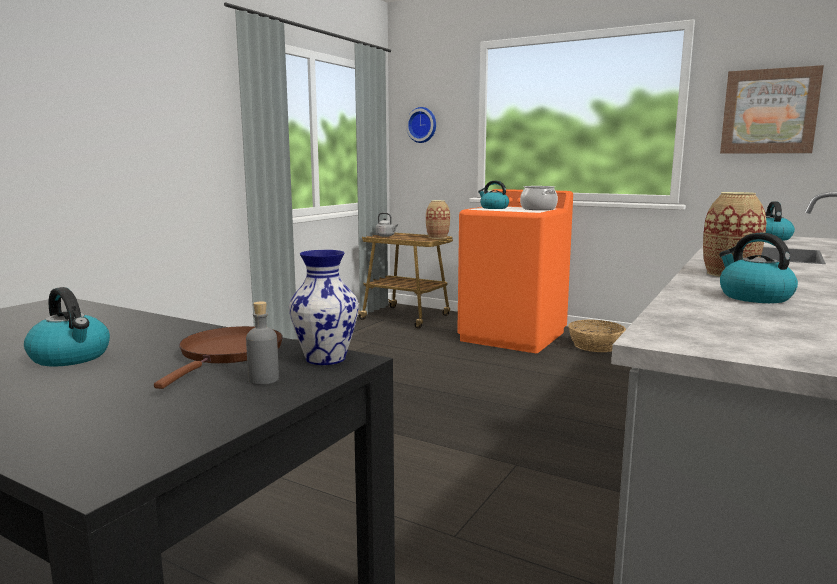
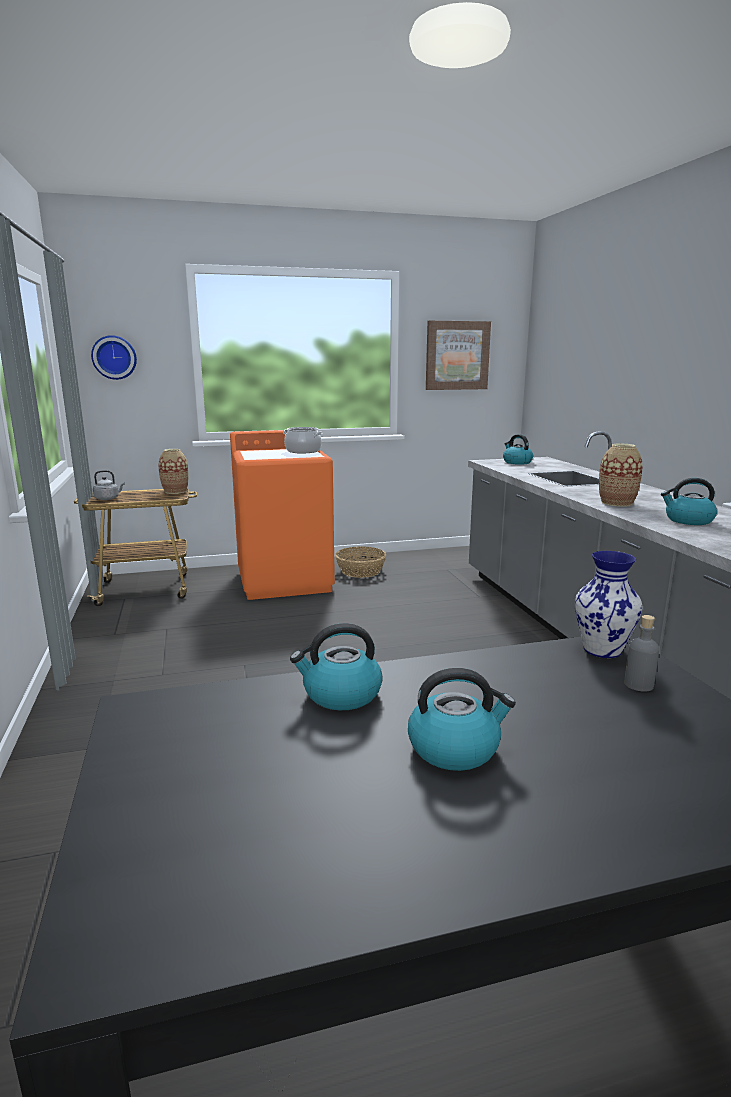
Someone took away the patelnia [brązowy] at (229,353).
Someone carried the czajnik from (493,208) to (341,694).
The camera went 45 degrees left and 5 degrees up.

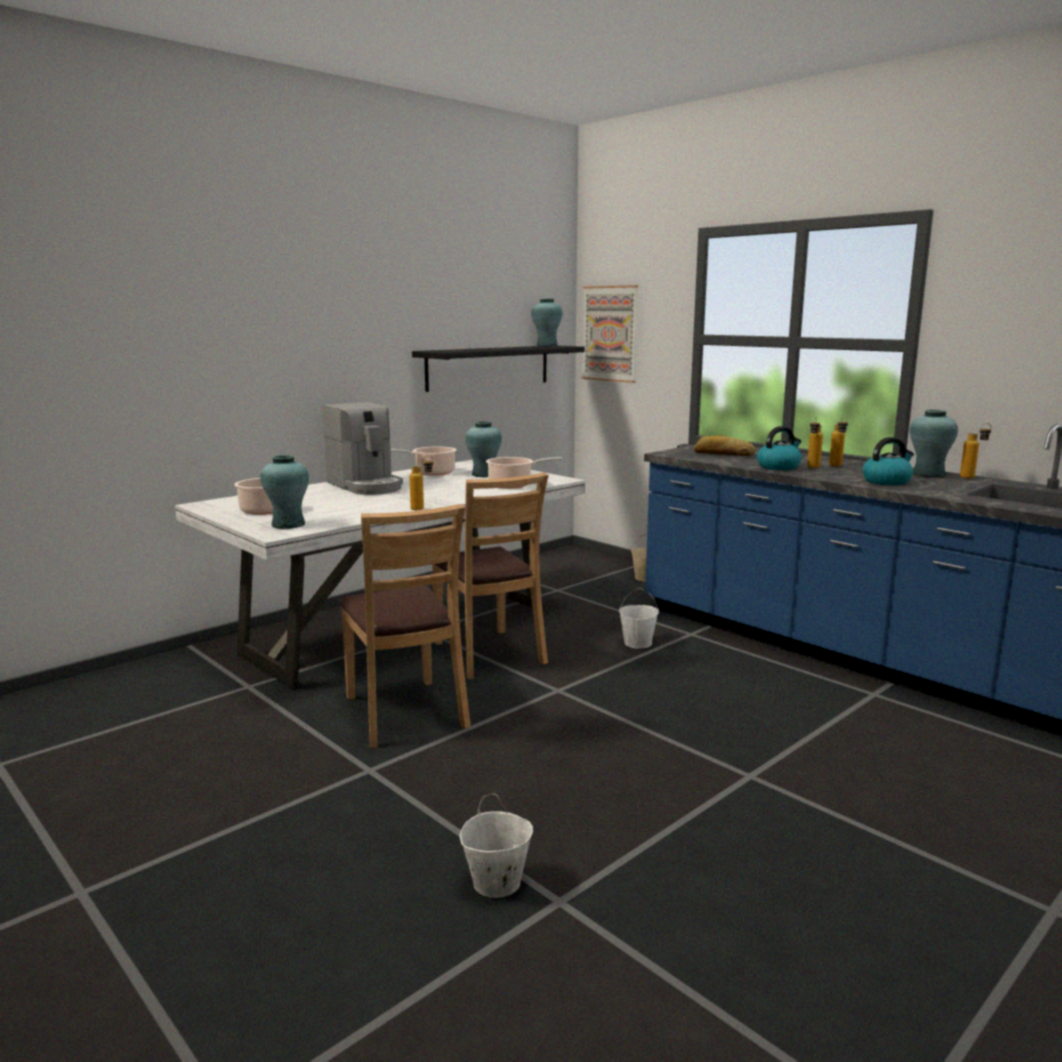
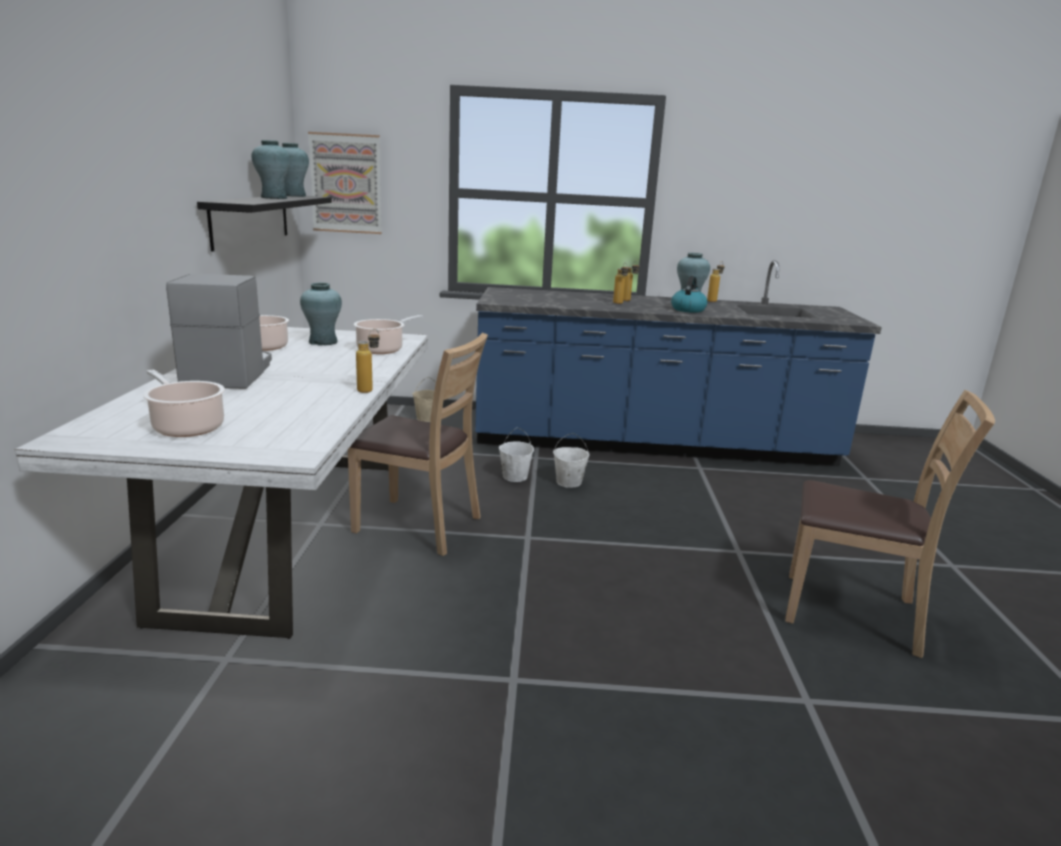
Someone took away the chleb at (723,454).
Someone took away the czajnik at (779,467).
Someone carried the wazon [turkusowy] from (288,524) to (274,198).
Someone carried the krzesło [brązowy] from (405,713) to (852,612).
Someone carried the wiadro [biały] from (496,883) to (568,482).
Someone rotated the ekspres do kawy at (366,486) by 105 degrees counterclockwise.
The camera went 45 degrees left and 5 degrees up.

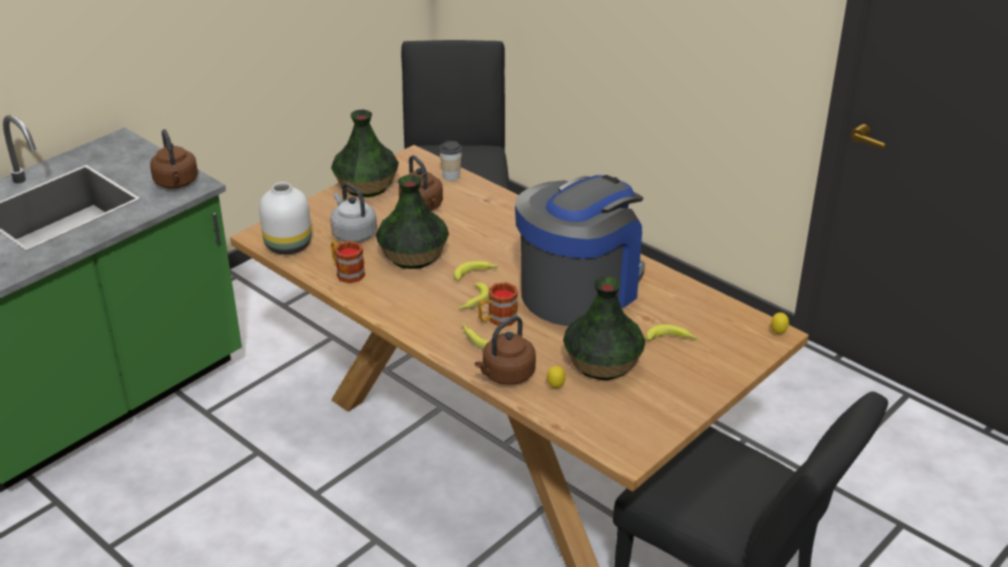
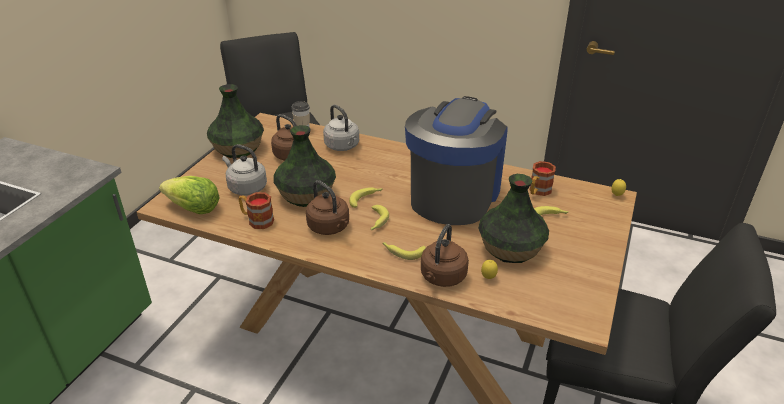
Someone put down the czajnik [szary] at (343,146).
Someone carried the czajnik [brązowy] from (176,183) to (330,227).
Someone carried the kubek from (497,320) to (538,191).
Someone swapped the wazon [biały] at (288,246) for the sałata at (194,209).
The camera went 20 degrees left and 0 degrees up.

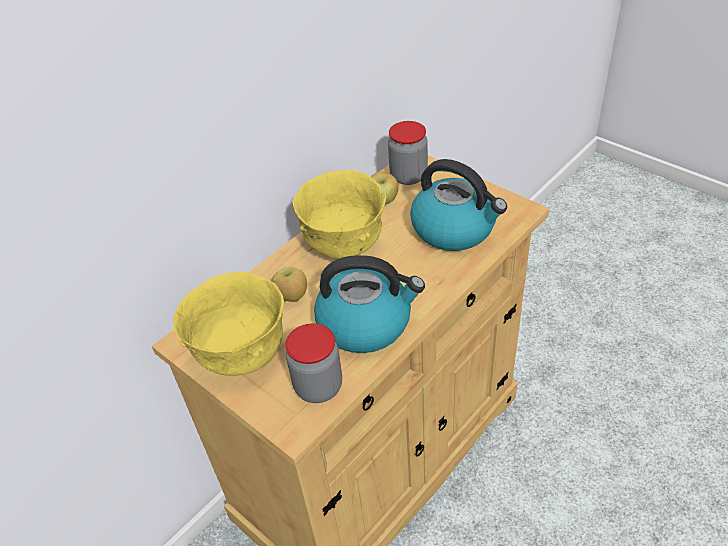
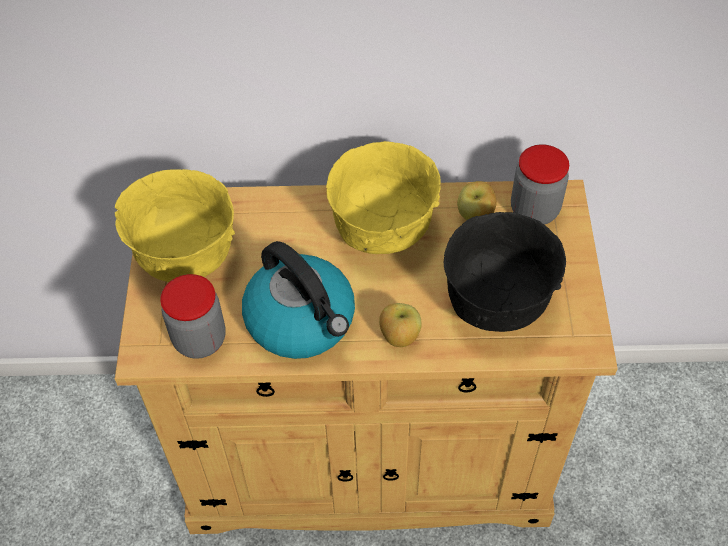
Someone carried the jabłko from (292,297) to (399,337).
Someone swapped the czajnik at (455,229) for the miska [czarny] at (496,304).
The camera went 45 degrees right and 10 degrees up.

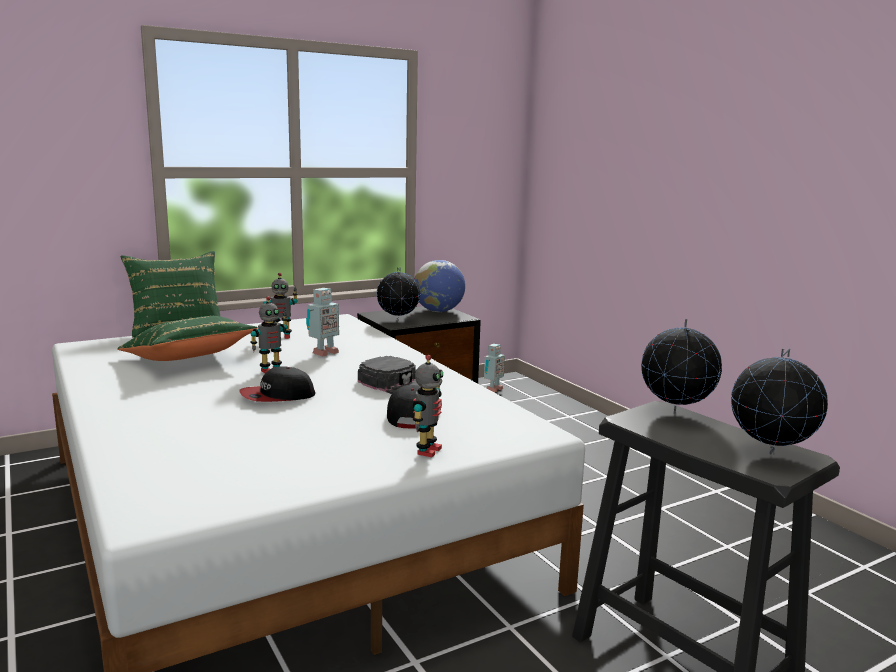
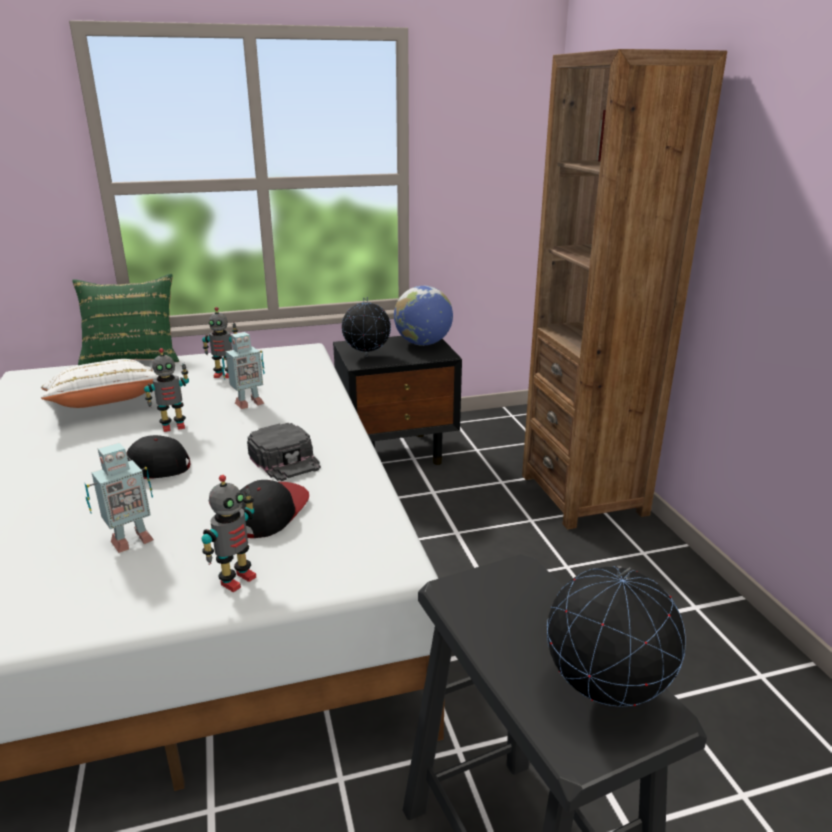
Someone took away the globus at (675,412).
Someone put down the regał [brązowy] at (583,494).
Someone carried the robot zabawkowy from (492,389) to (130,540).
Someone repainted the poduszka [zielony] at (189,359), which became the poduszka [biały] at (106,404).
The camera went 15 degrees right and 10 degrees up.

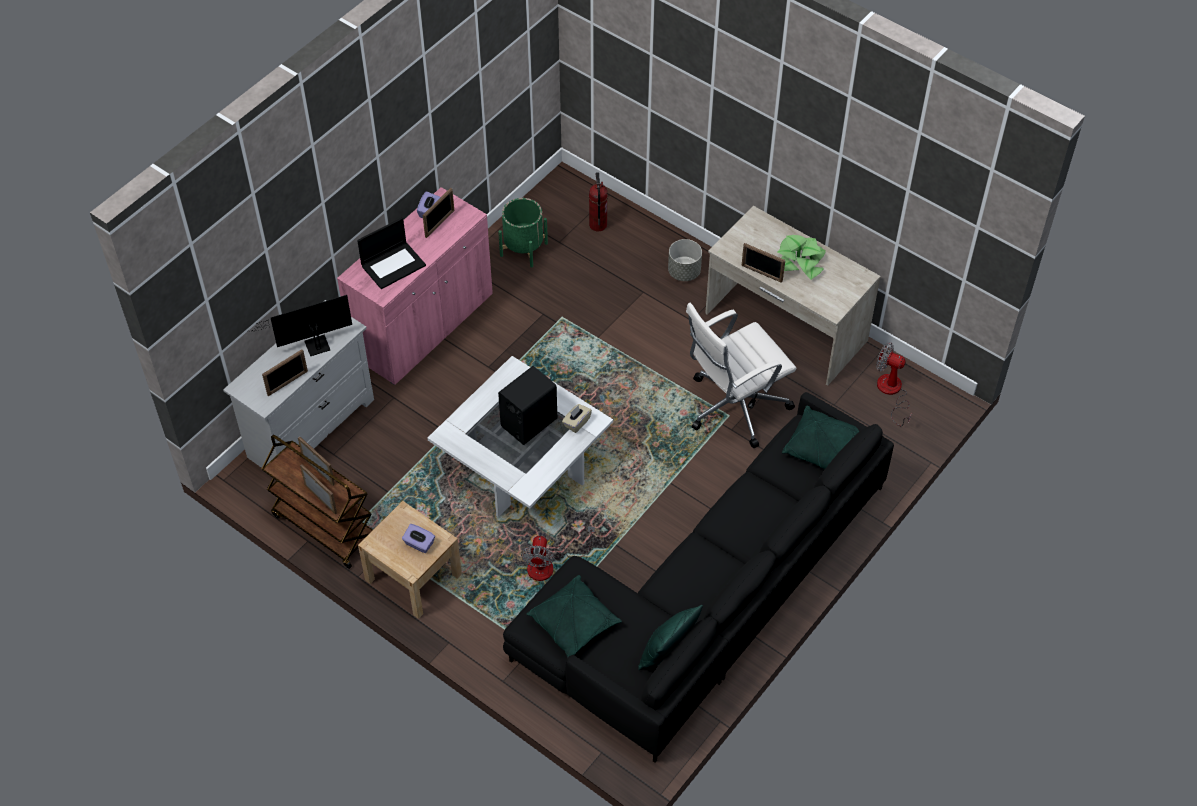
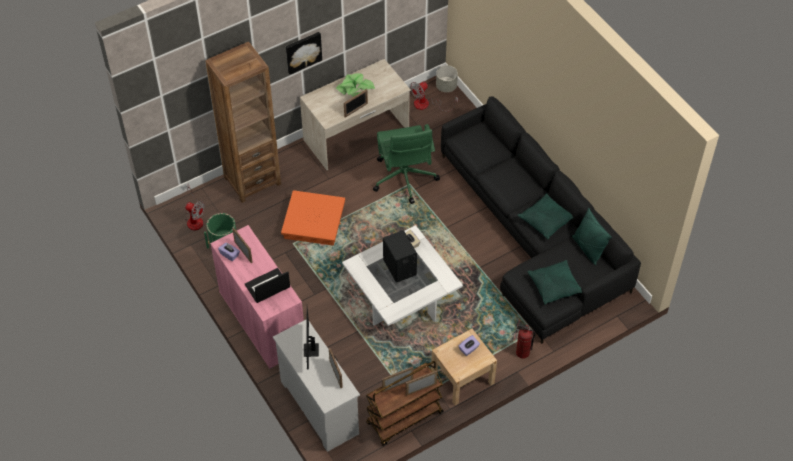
Someone put down the regał [brązowy] at (252,180).
Someone put down the pojemnik do przechowywania [pomarańczowy] at (314,221).
Someone put up the obraz at (303,52).
Someone carried the wentylator from (549,565) to (194,218).
Someone carried the gaśnica from (597,225) to (522,353).
Someone carried the donica [szary] from (684,272) to (446,86).
Someone carried the poduszka [zielony] from (822,447) to (546,220).
Someone repainted the krzesło biurowe [biały] at (734,407), which became the krzesło biurowe [zielony] at (404,179).
Someone rotated the laptop at (393,265) by 105 degrees counterclockwise.
The camera went 70 degrees left and 0 degrees up.

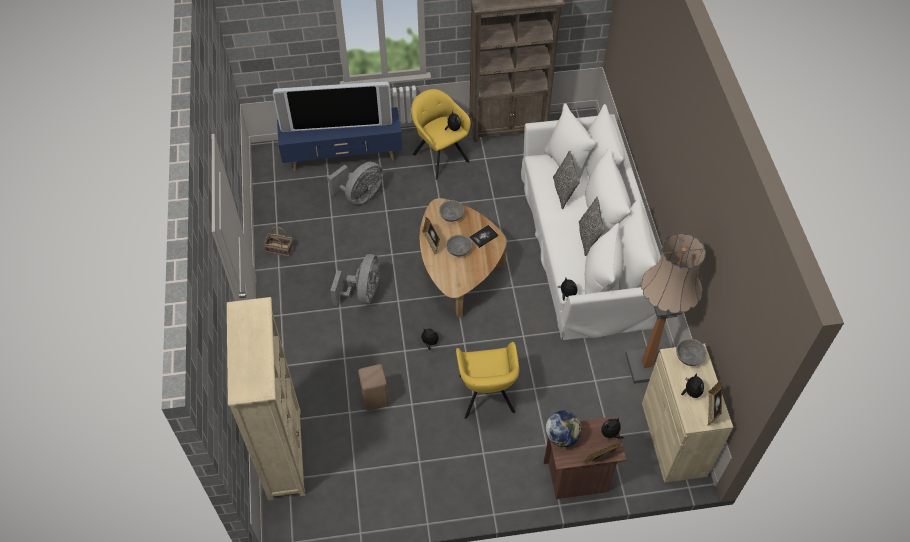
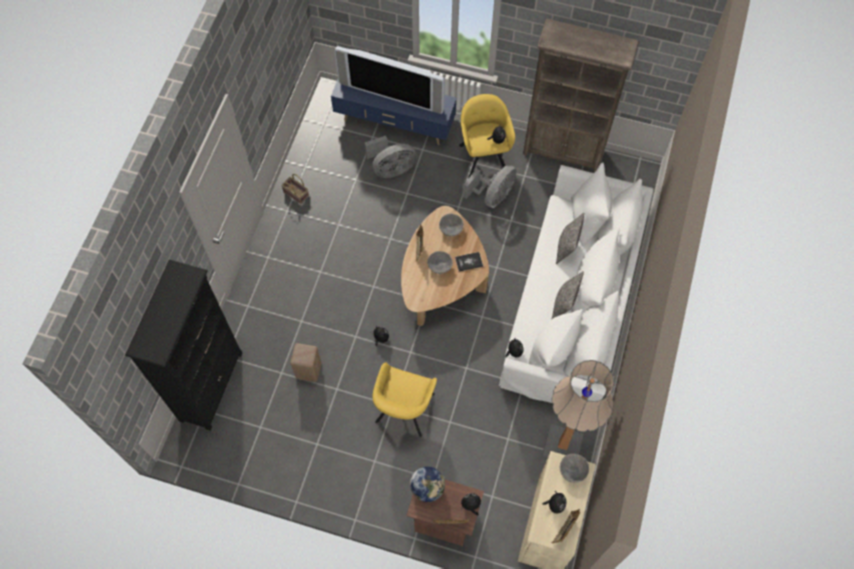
Someone carried the wentylator [szary] from (363,293) to (493,196).
Someone repainted the regał [beżowy] at (284,453), which became the regał [czarny] at (211,386).
The camera went 25 degrees right and 10 degrees up.

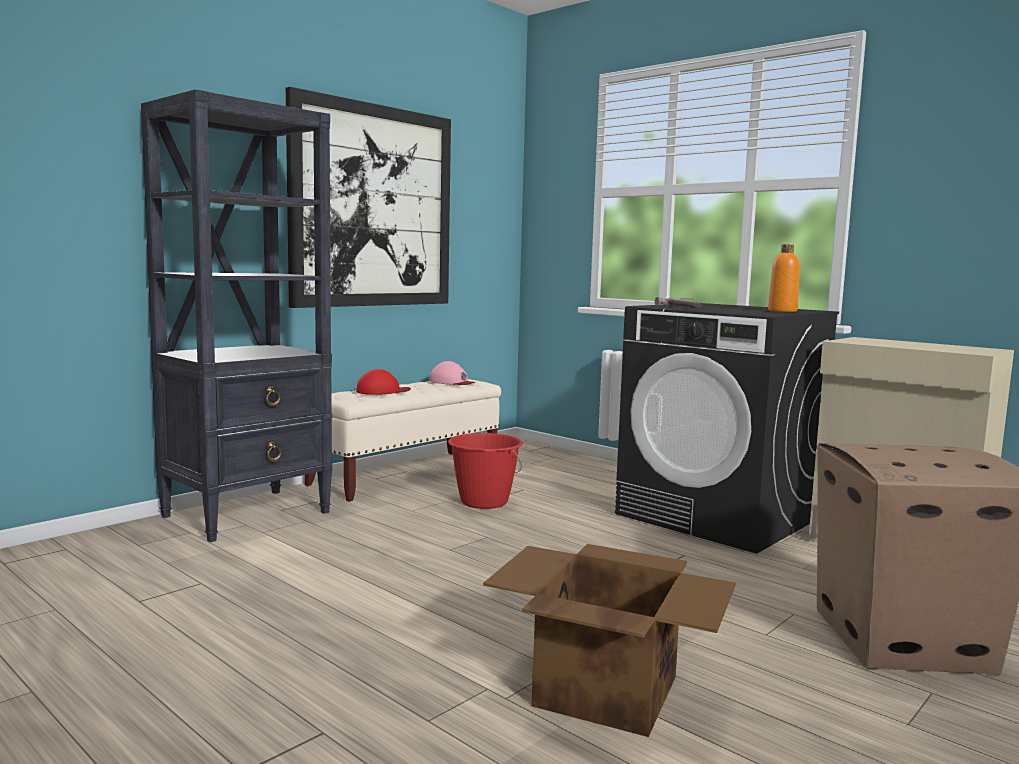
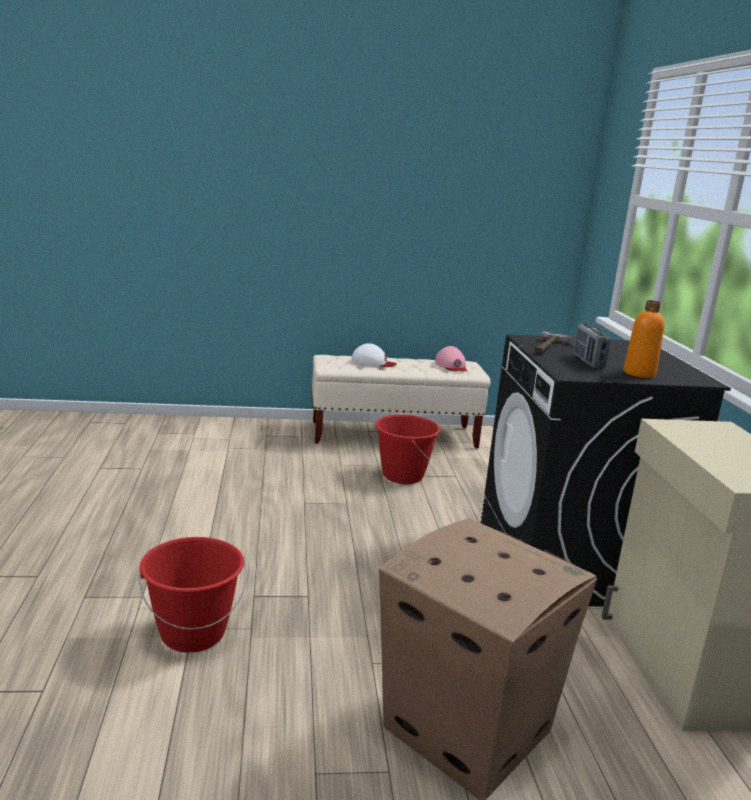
Someone took away the regał [czarny] at (248,514).
Someone took away the obraz at (373,207).
Someone put down the radio at (587,362).
Someone swapped the karton at (604,690) for the wiadro [czerwony] at (192,633).
Someone repainted the czapka z daszkiem [czerwony] at (382,391), which became the czapka z daszkiem [biały] at (373,362).
The camera went 40 degrees right and 10 degrees up.

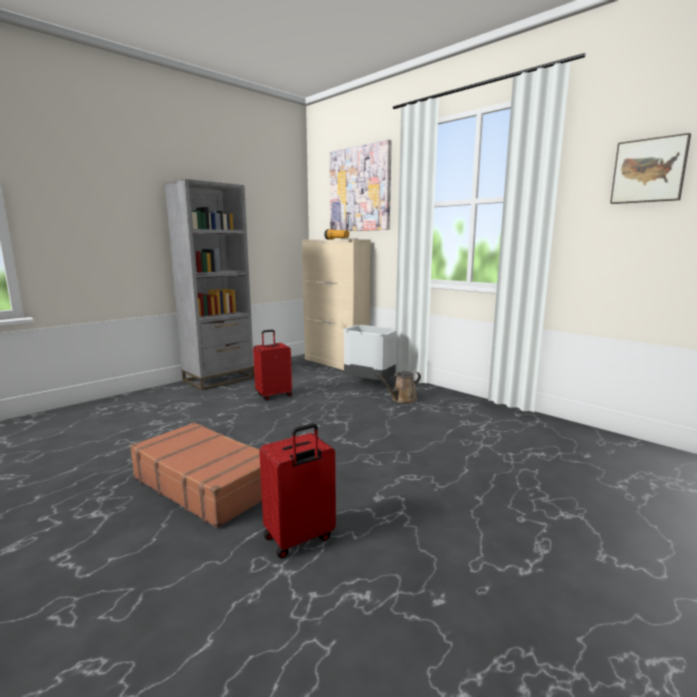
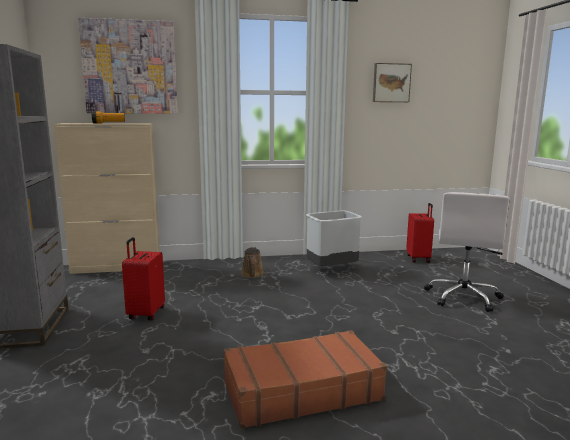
Someone put down the krzesło biurowe [biały] at (463,297).
Someone carried the walizka [czerwony] from (299,539) to (419,258).
Someone carried the kosz na śmieci [szary] from (370,383) to (332,269).
The camera went 55 degrees left and 0 degrees up.

